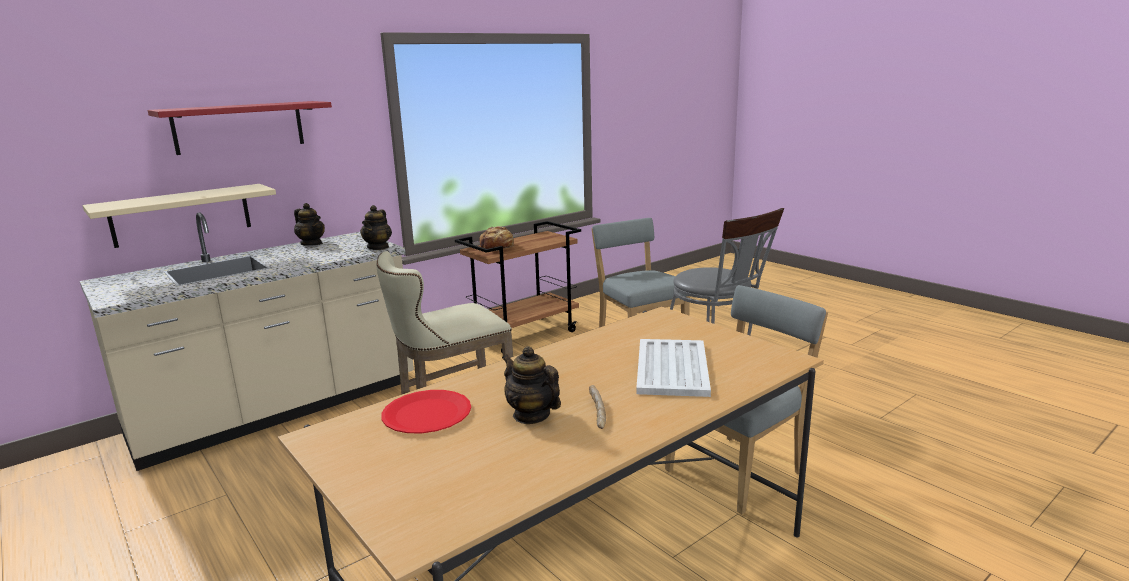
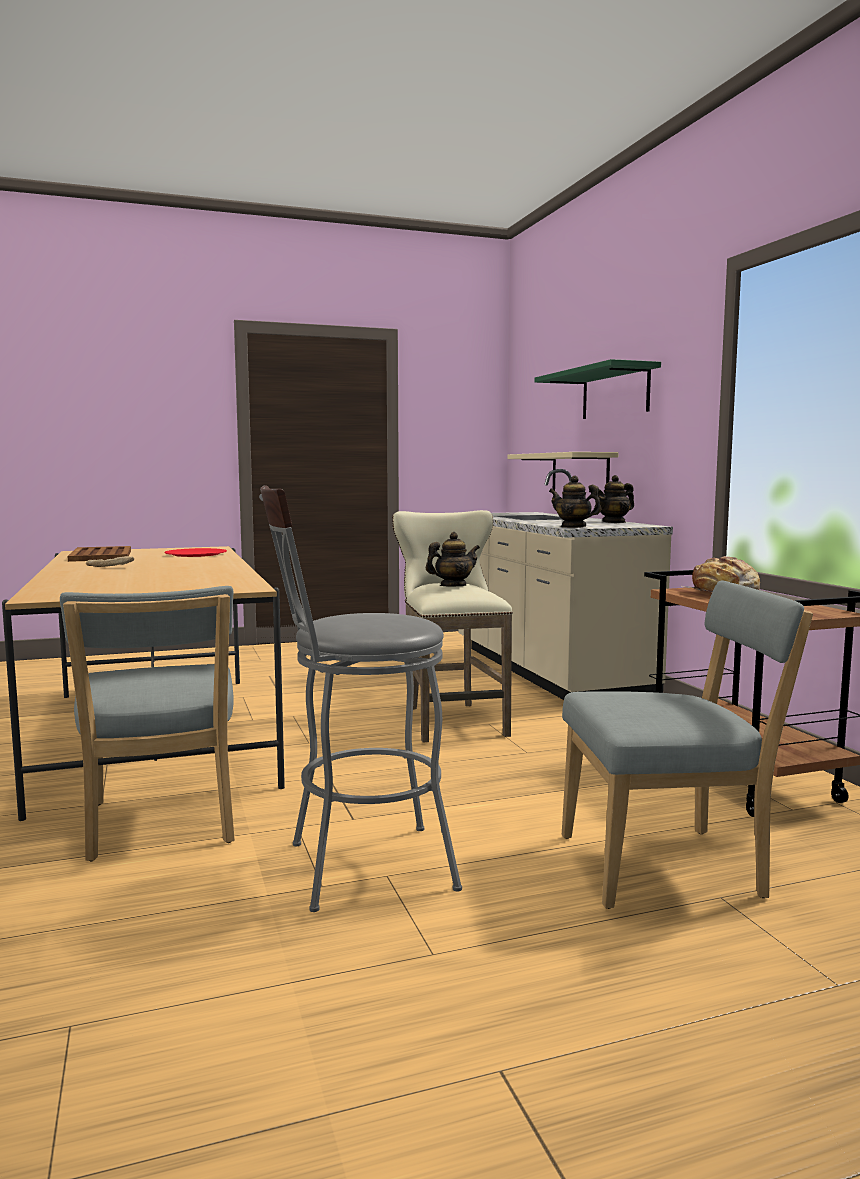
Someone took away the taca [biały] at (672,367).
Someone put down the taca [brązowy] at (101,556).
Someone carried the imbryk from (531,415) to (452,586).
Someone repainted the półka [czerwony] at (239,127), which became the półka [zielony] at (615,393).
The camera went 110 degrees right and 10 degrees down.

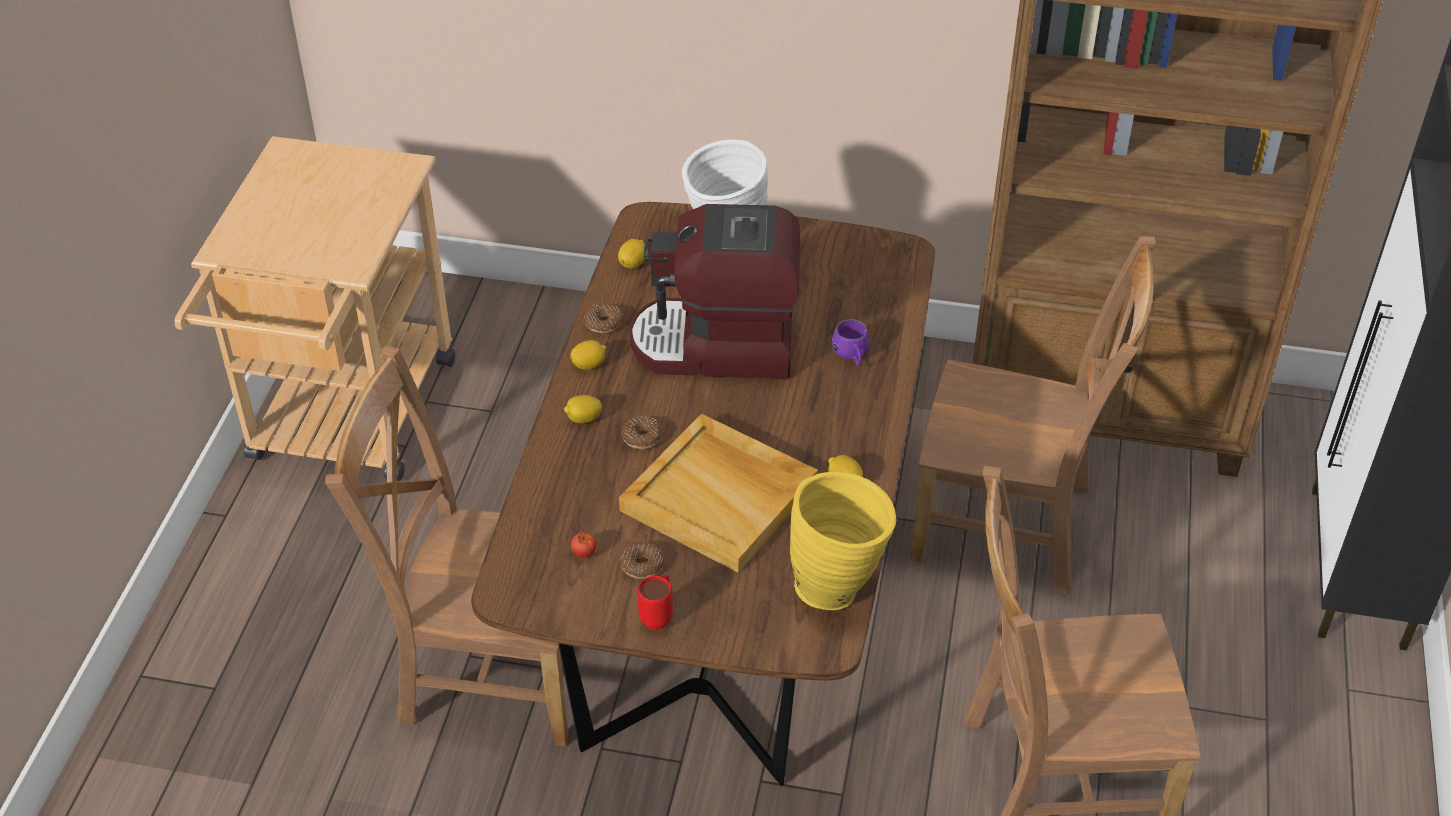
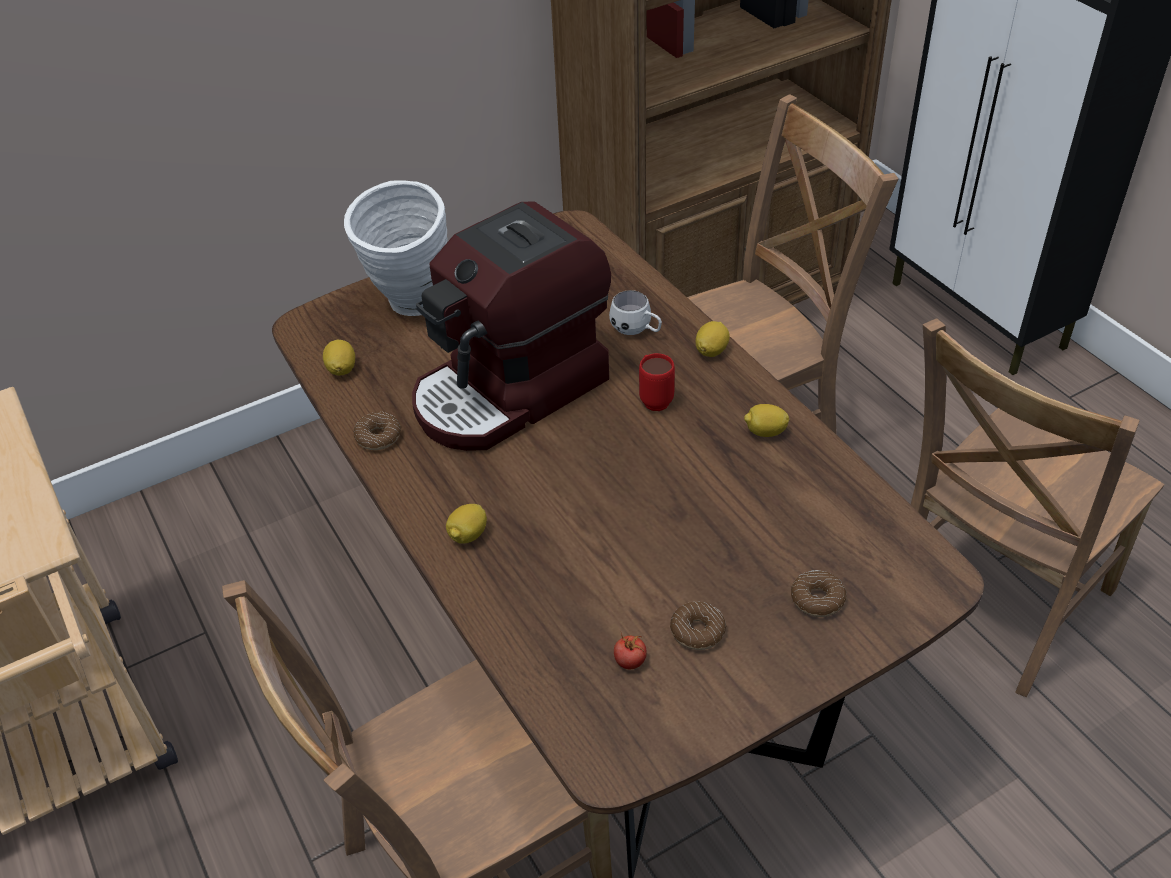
Someone took away the taca [beżowy] at (721,496).
Someone took away the wazon [żółty] at (839,586).
Someone carried the cytryna from (589,364) to (711,350).
Someone carried the donut from (642,437) to (817,599).
Someone carried the kubek [czerwony] from (659,615) to (654,398).
Someone repainted the kubek [fioletowy] at (851,357), which became the kubek [biały] at (637,330).
The camera went 40 degrees left and 0 degrees up.

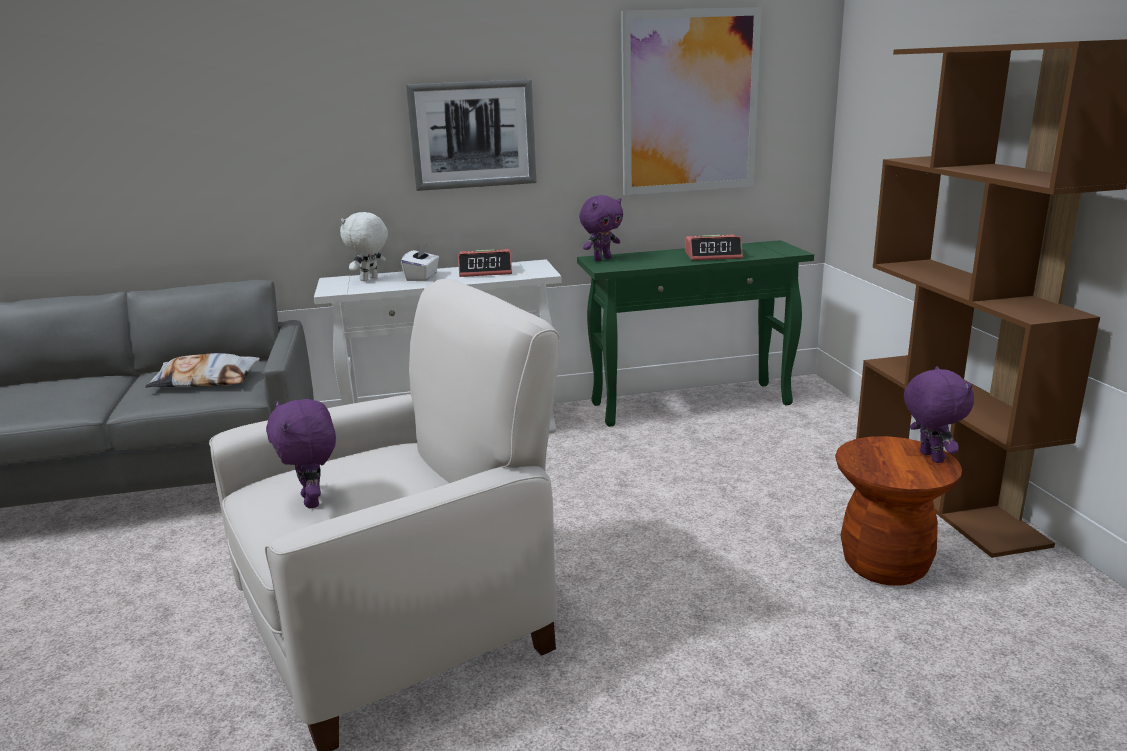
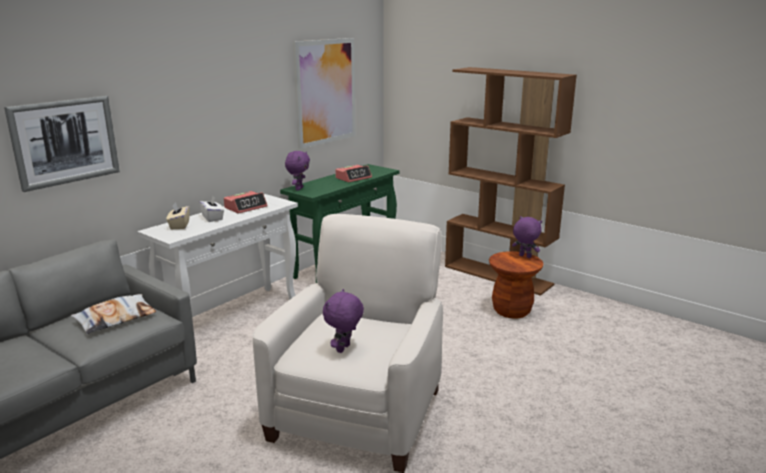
Someone carried the obraz from (472,135) to (65,141).
Someone swapped the pluszak [biały] at (369,279) for the pudełko chusteczek [beżowy] at (179,225).
Someone rotated the pluszak [fioletowy] at (313,501) by 90 degrees clockwise.
The camera went 40 degrees left and 0 degrees up.

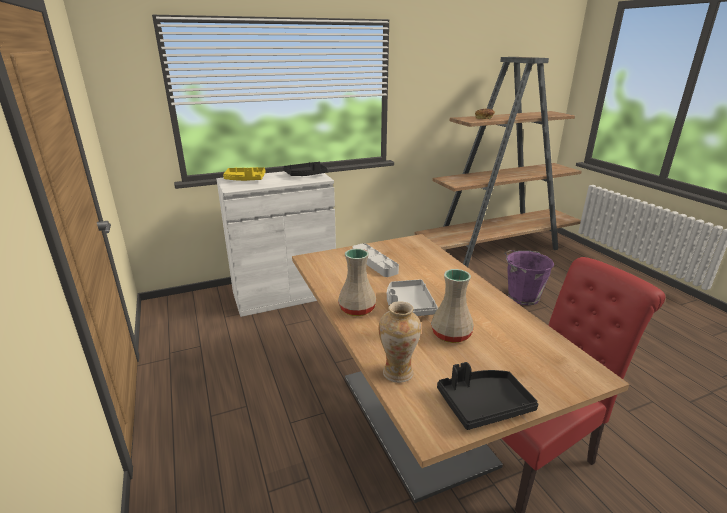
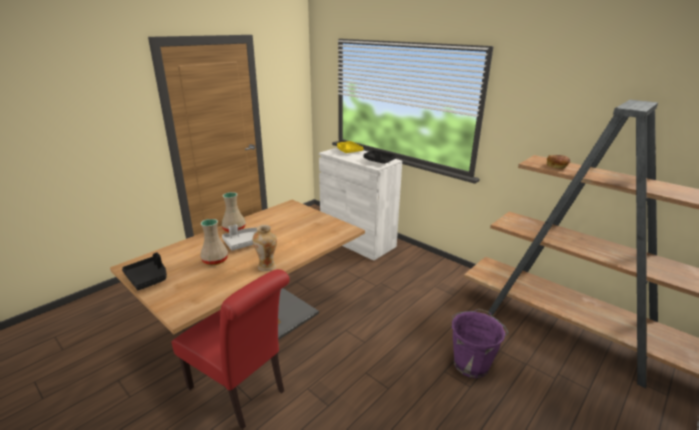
Someone took away the taca [szary] at (374,263).
Someone carried the wazon from (397,372) to (267,266).
The camera went 65 degrees right and 0 degrees up.

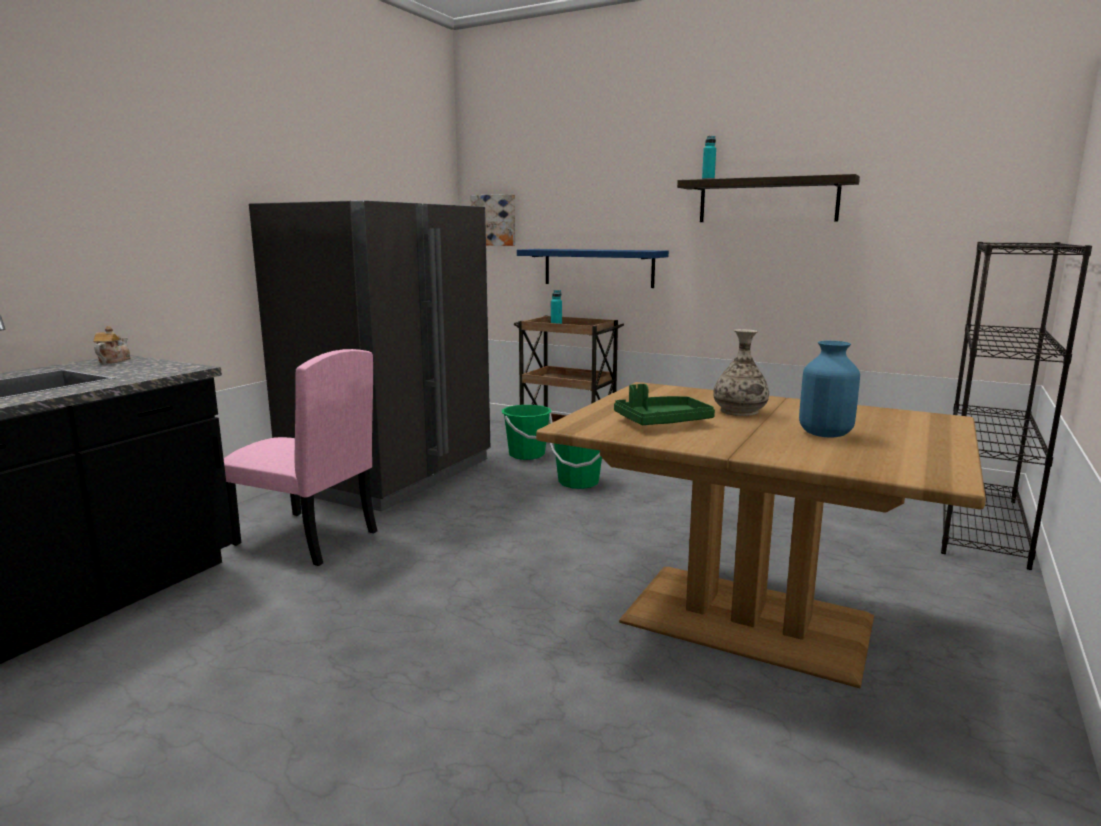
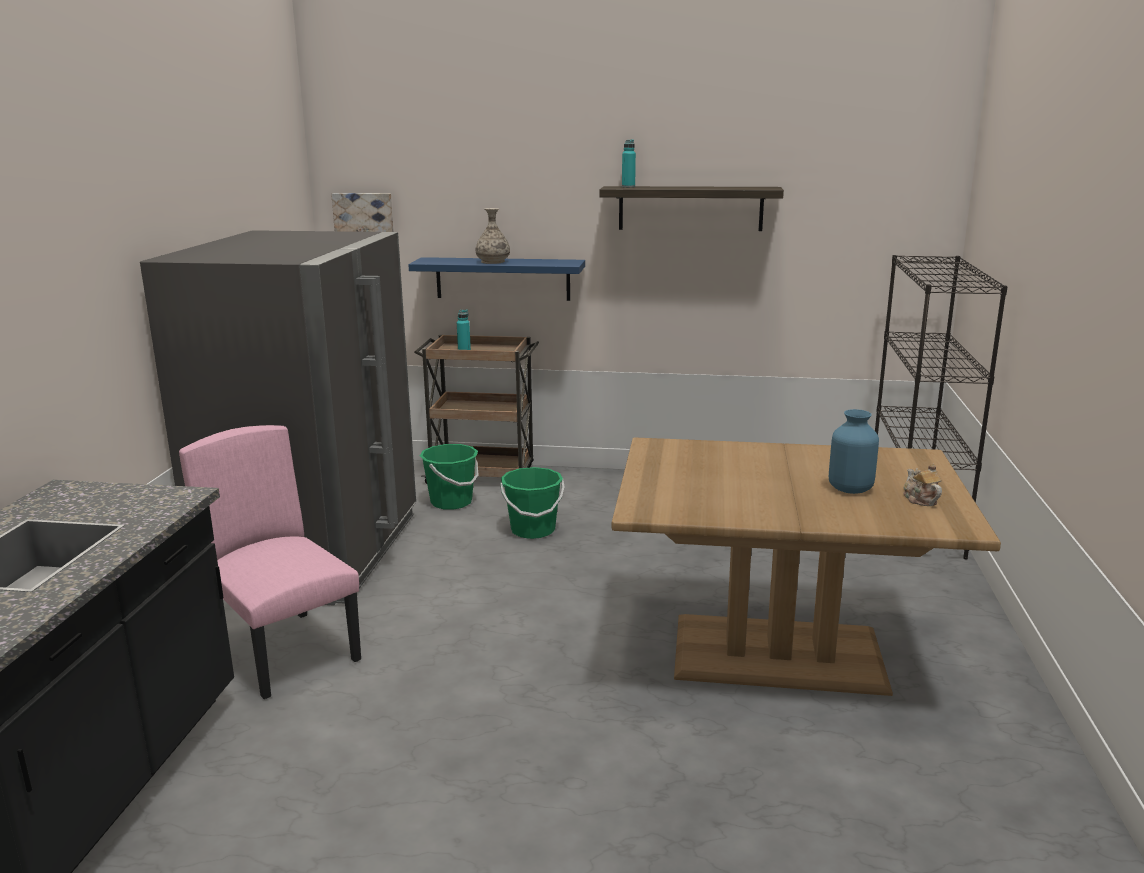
Someone took away the taca [zielony] at (662,422).
Someone carried the imbryk from (113,361) to (920,499).
Someone carried the wazon from (739,411) to (493,262).
Someone rotated the krzesło [różowy] at (305,538) by 135 degrees counterclockwise.
The camera went 20 degrees left and 5 degrees up.

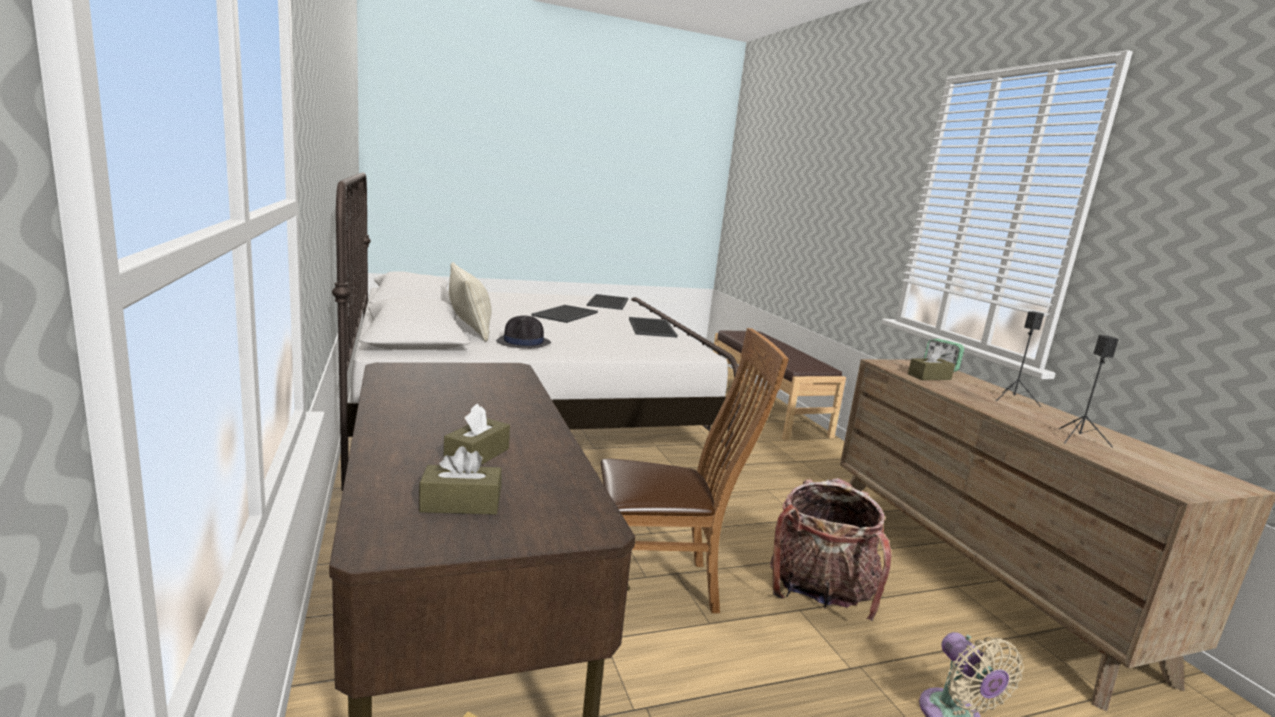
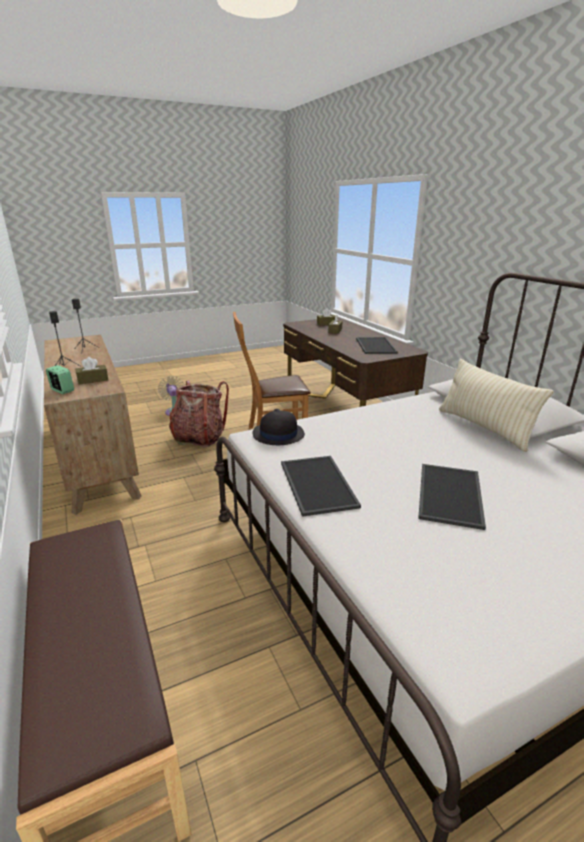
Someone carried the kapelusz [czarny] from (524,343) to (278,434).
Someone carried the taca from (609,302) to (374,345).
The camera went 175 degrees right and 10 degrees up.

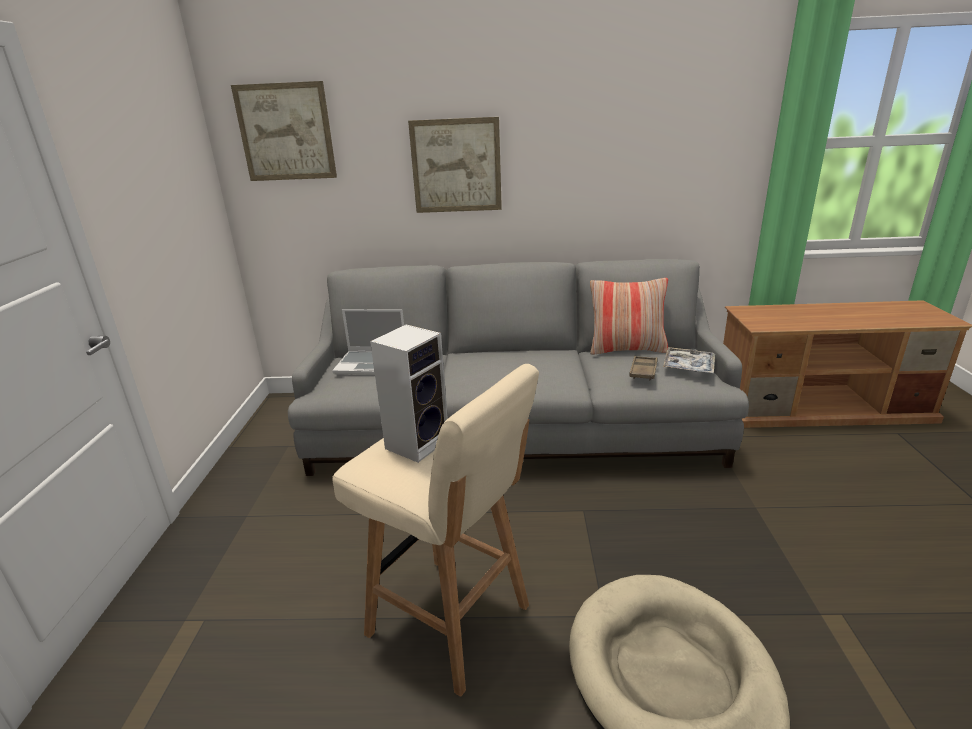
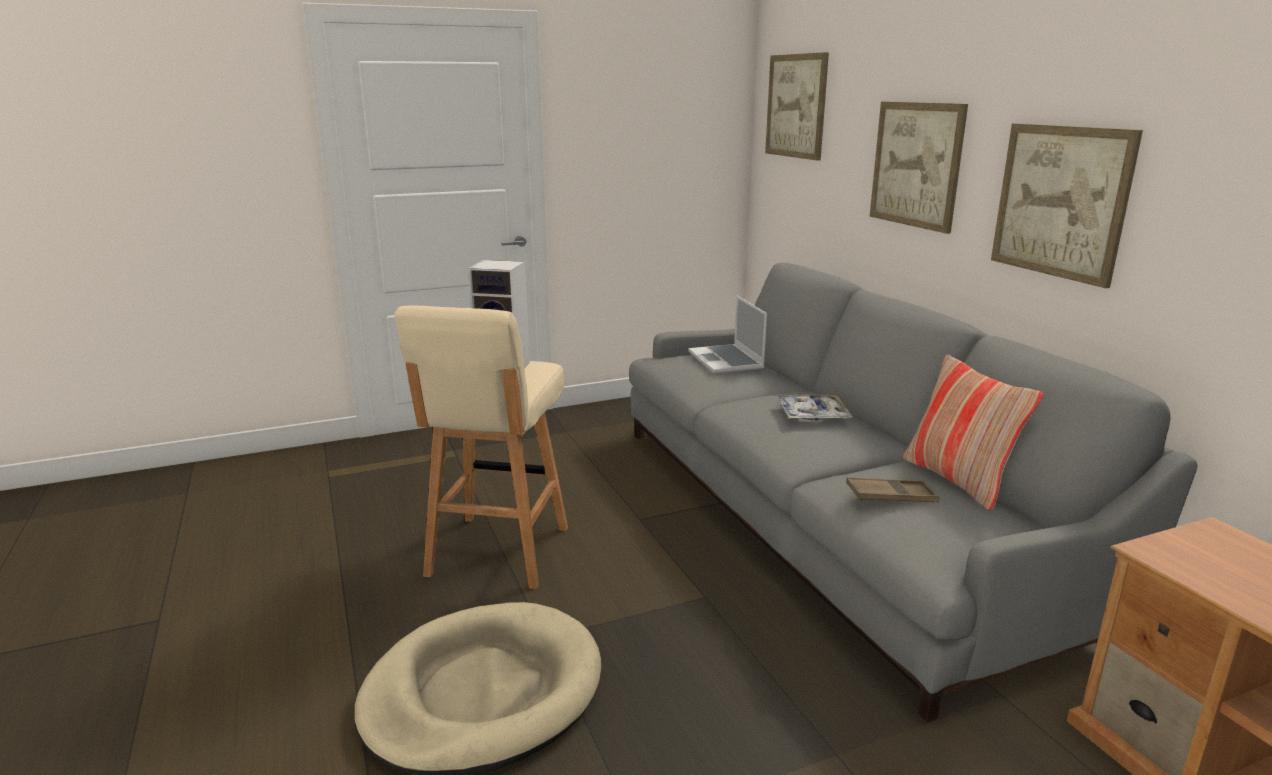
Someone put up the obraz at (1060,201).
Someone carried the taca from (688,366) to (812,415).
The camera went 65 degrees right and 5 degrees down.

